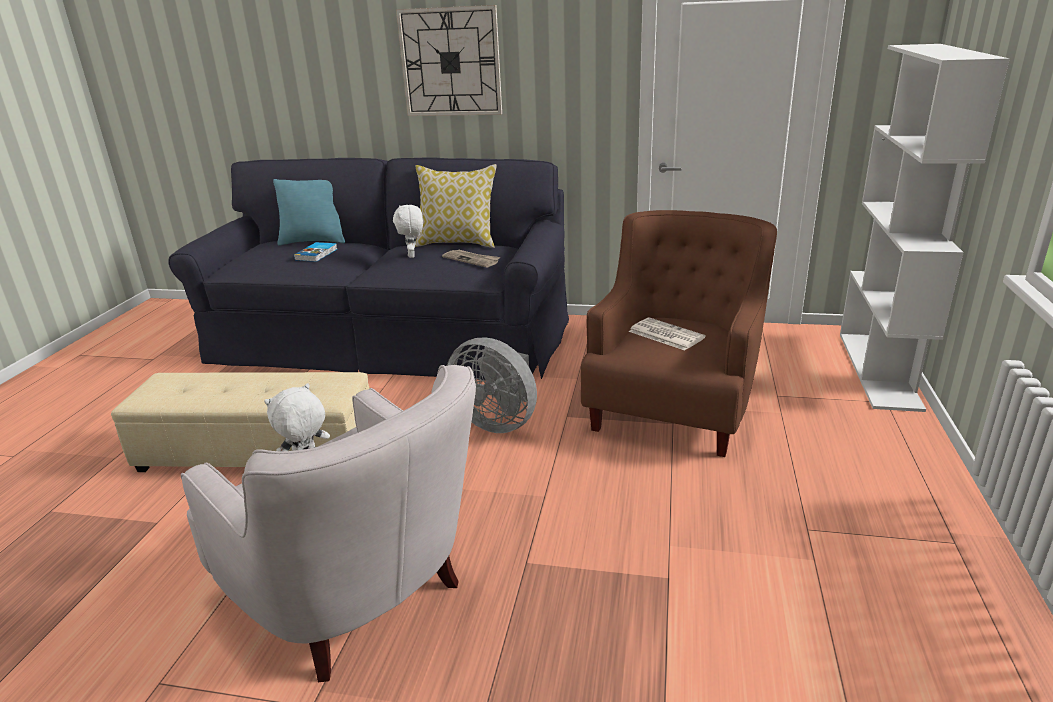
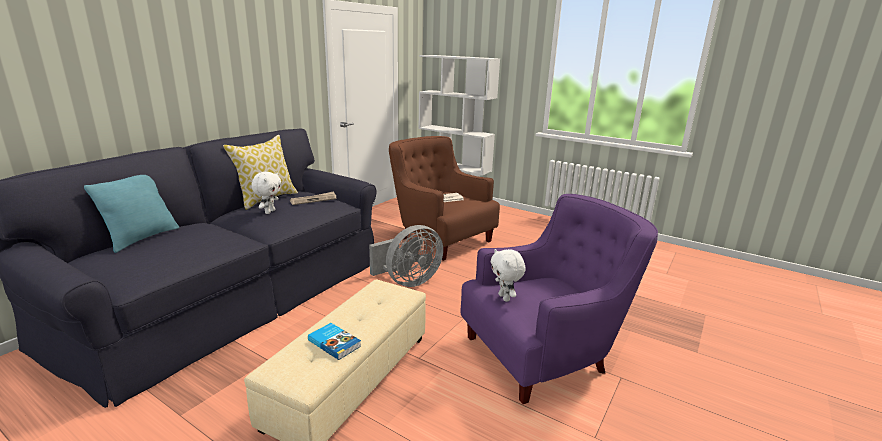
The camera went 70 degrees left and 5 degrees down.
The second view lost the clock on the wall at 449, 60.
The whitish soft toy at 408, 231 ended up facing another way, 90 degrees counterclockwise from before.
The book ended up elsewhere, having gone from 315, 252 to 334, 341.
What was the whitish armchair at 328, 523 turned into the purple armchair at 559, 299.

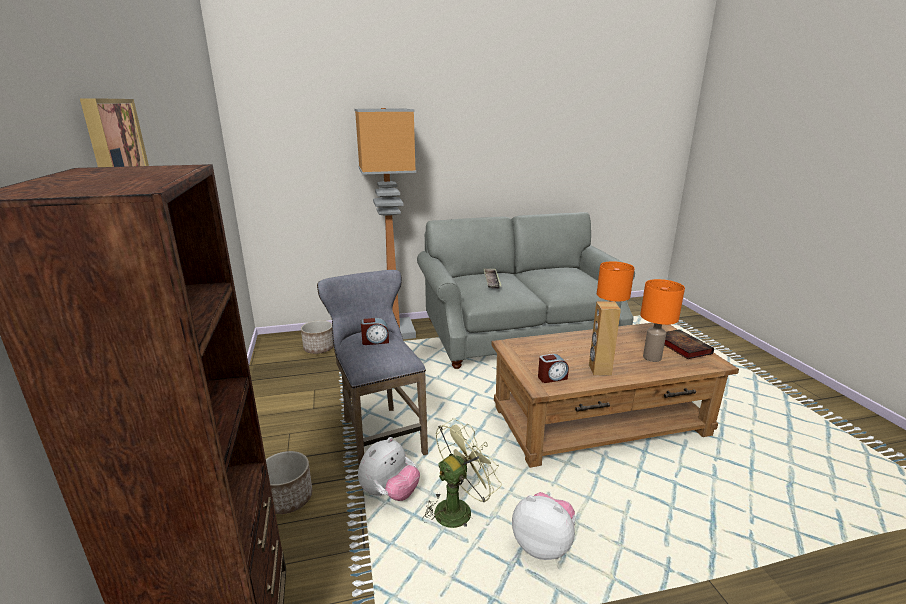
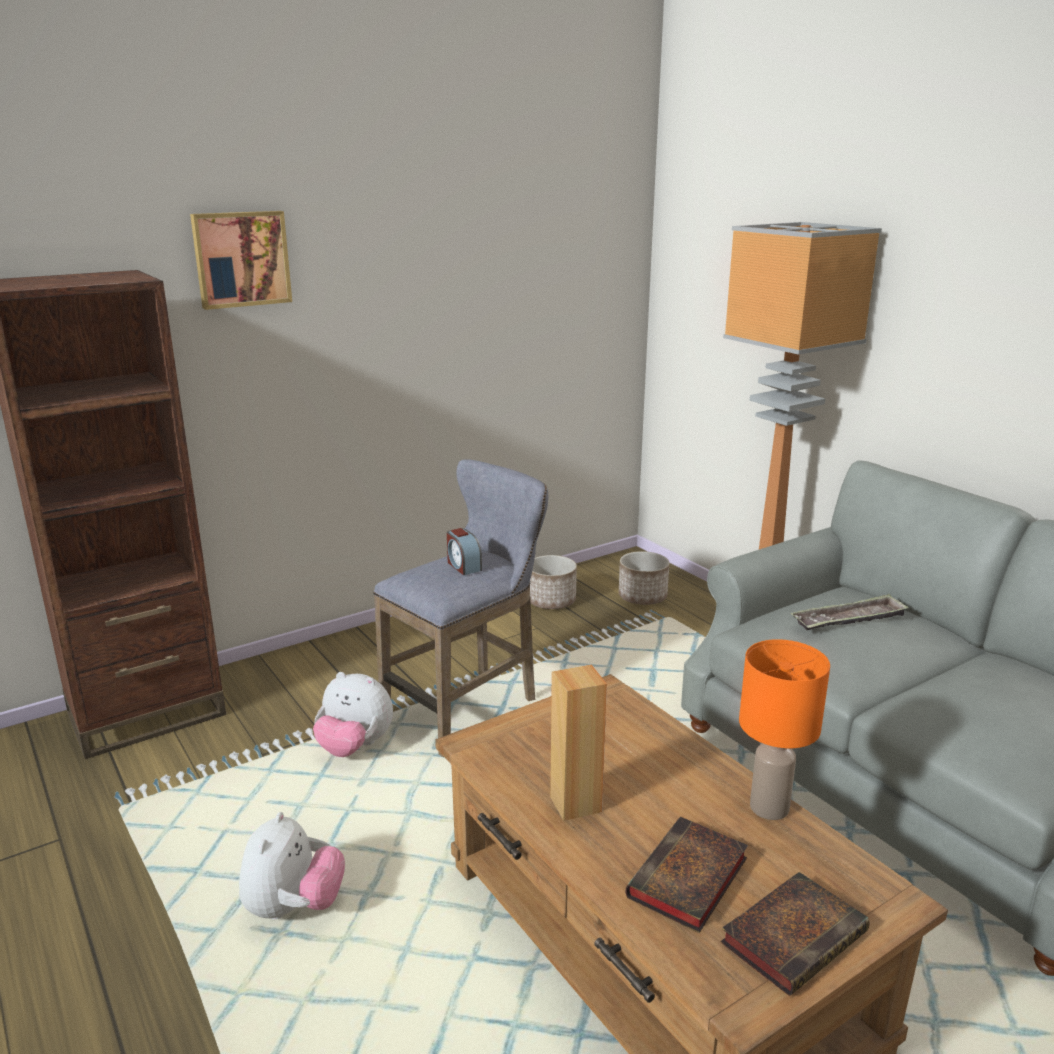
The camera went 70 degrees right and 0 degrees up.
Where the orange-coloured tabletop lamp stood at 662, 320, the book came to stand at 687, 875.
The second view lost the bedside clock at 553, 368.
The second view lost the greenish fan at 462, 473.
The plant pot ended up elsewhere, having gone from 289, 482 to 553, 582.

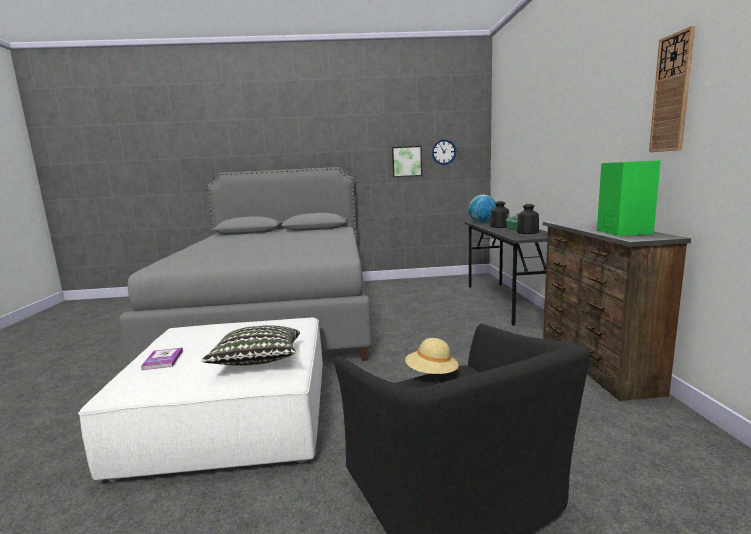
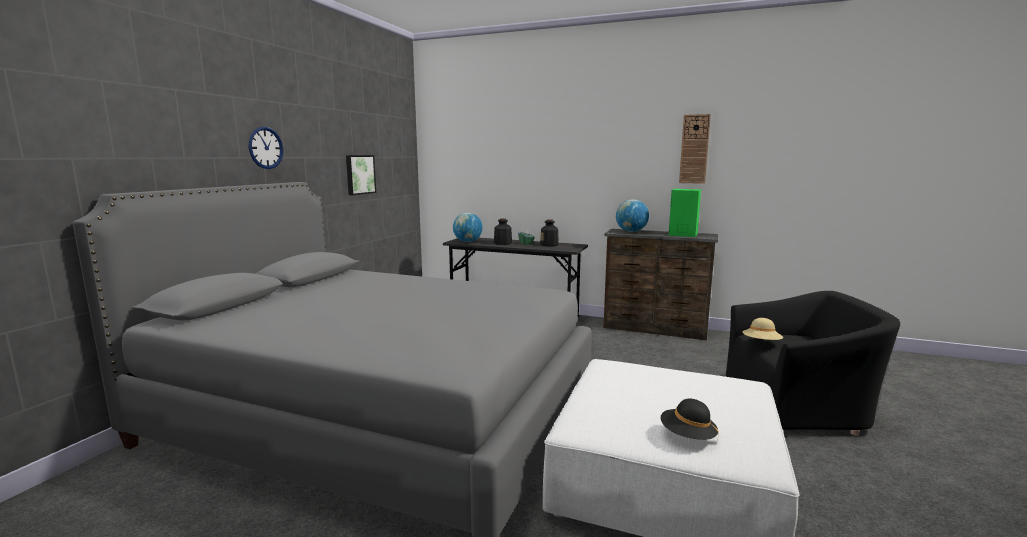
The camera went 65 degrees left and 0 degrees up.
The clock on the wall ended up elsewhere, having gone from 444, 152 to 266, 148.
The second view lost the throw pillow at 250, 345.
Where the book stood at 161, 359, the black-coloured wearable hat came to stand at 690, 419.
The second view gained the globe at 632, 215.

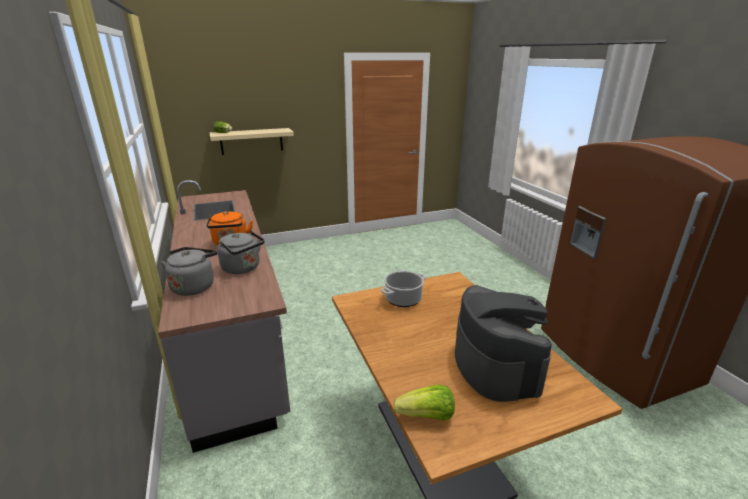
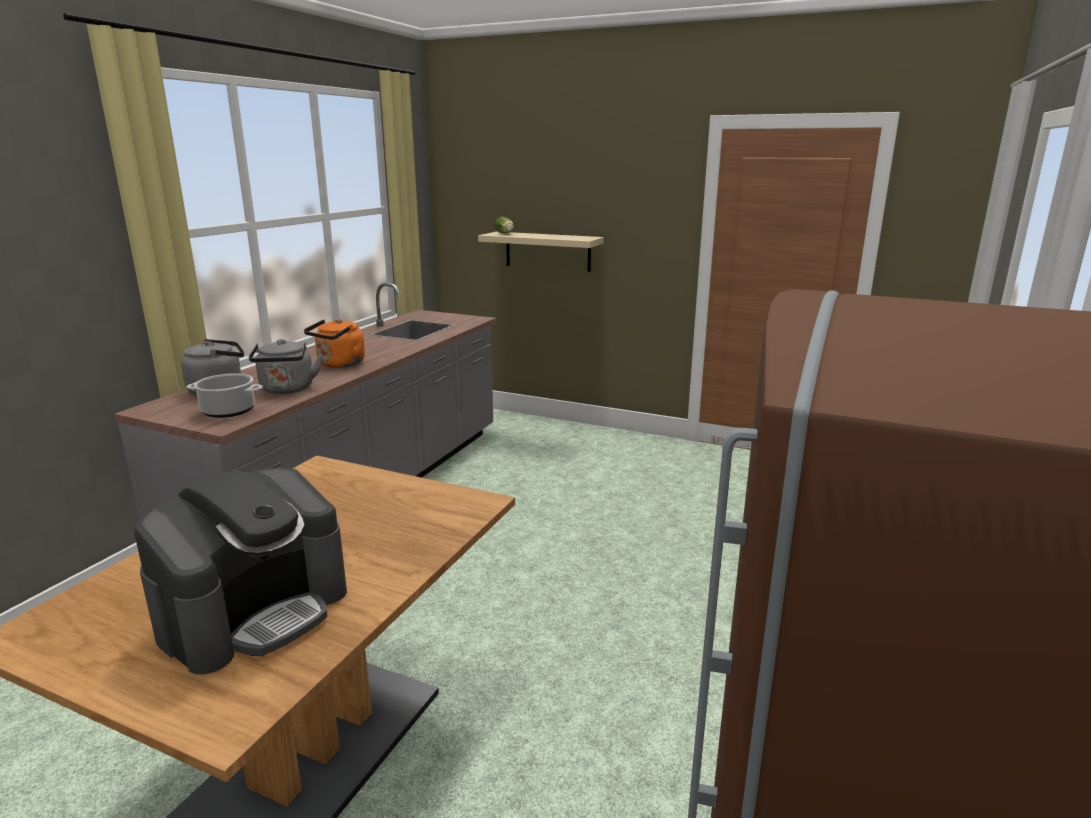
The camera went 45 degrees right and 5 degrees down.
The cooking pot ended up elsewhere, having gone from 403, 289 to 224, 395.
The second view lost the head of lettuce at 424, 402.

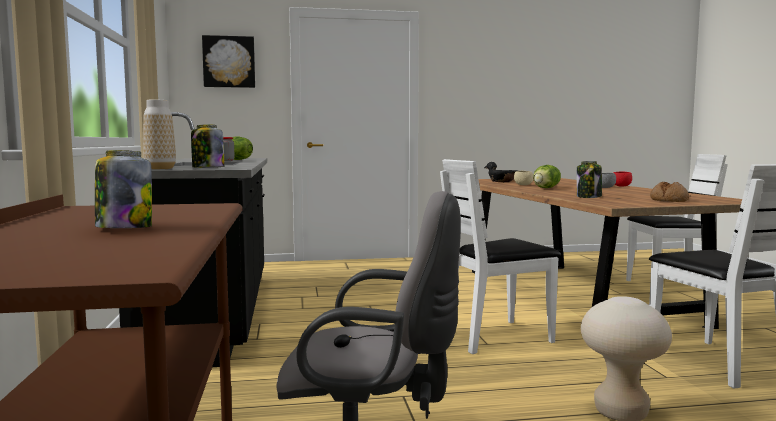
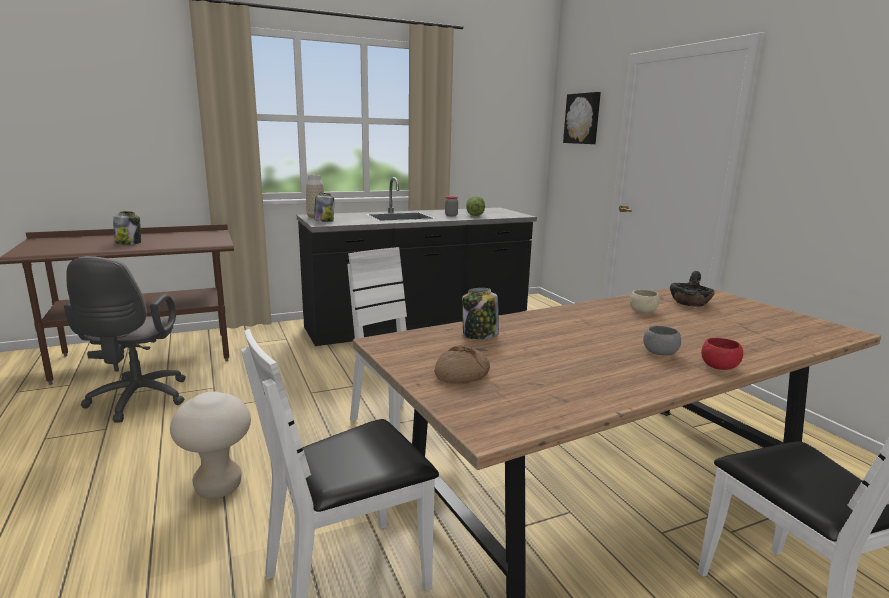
The camera went 75 degrees right and 10 degrees up.
The second view lost the head of lettuce at 547, 176.

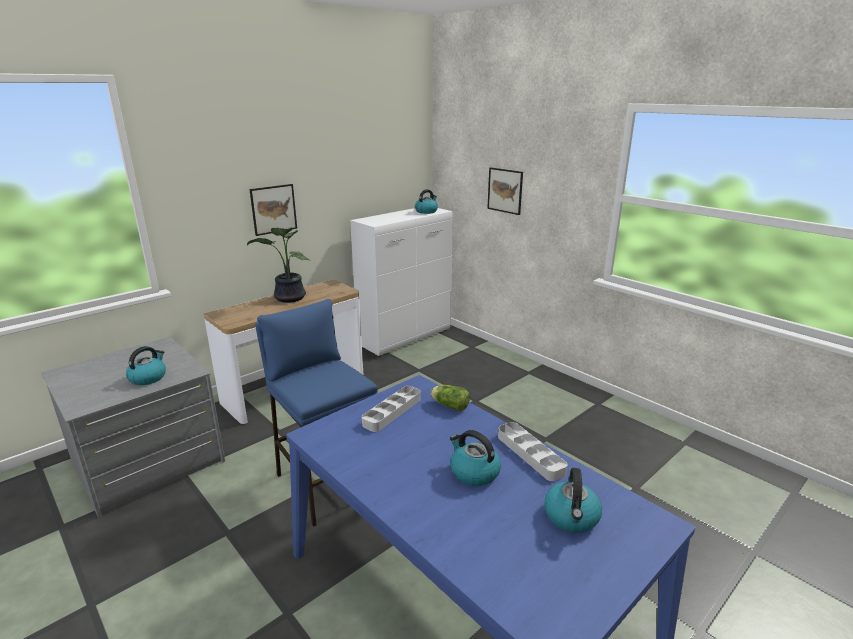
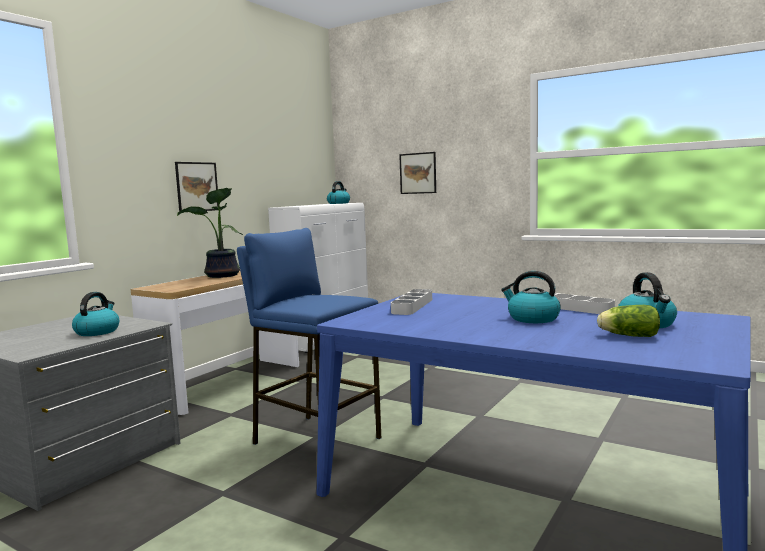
The camera went 15 degrees left and 15 degrees down.
The head of lettuce ended up elsewhere, having gone from 450, 398 to 628, 321.

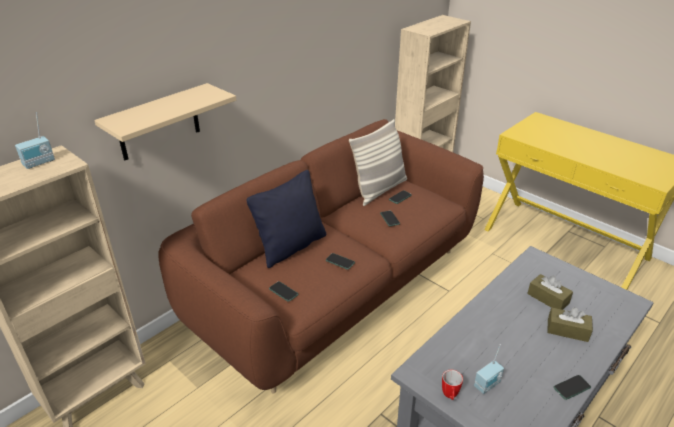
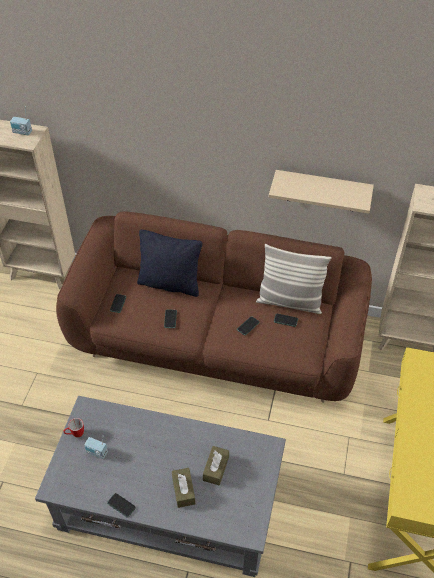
The camera went 60 degrees right and 15 degrees up.
The beige wall shelf ended up elsewhere, having gone from 165, 121 to 321, 192.

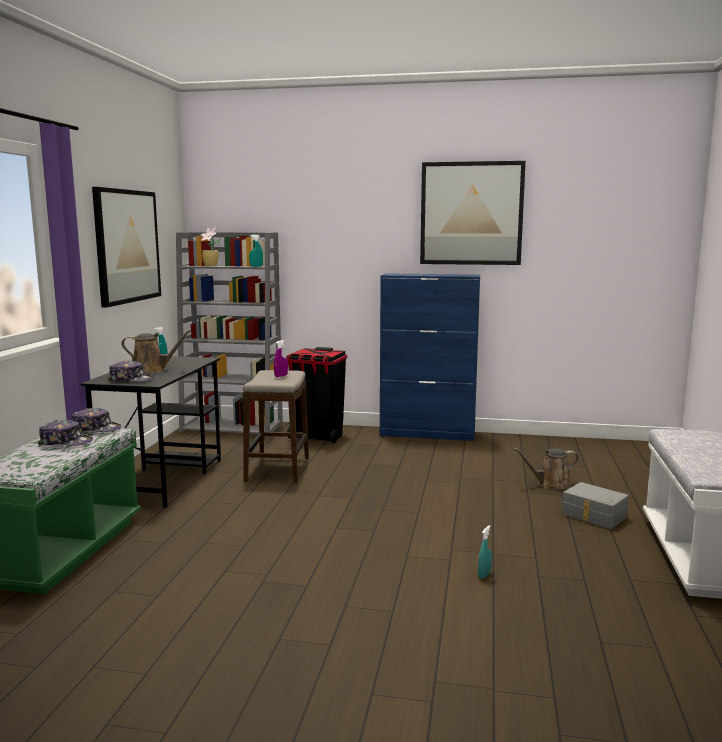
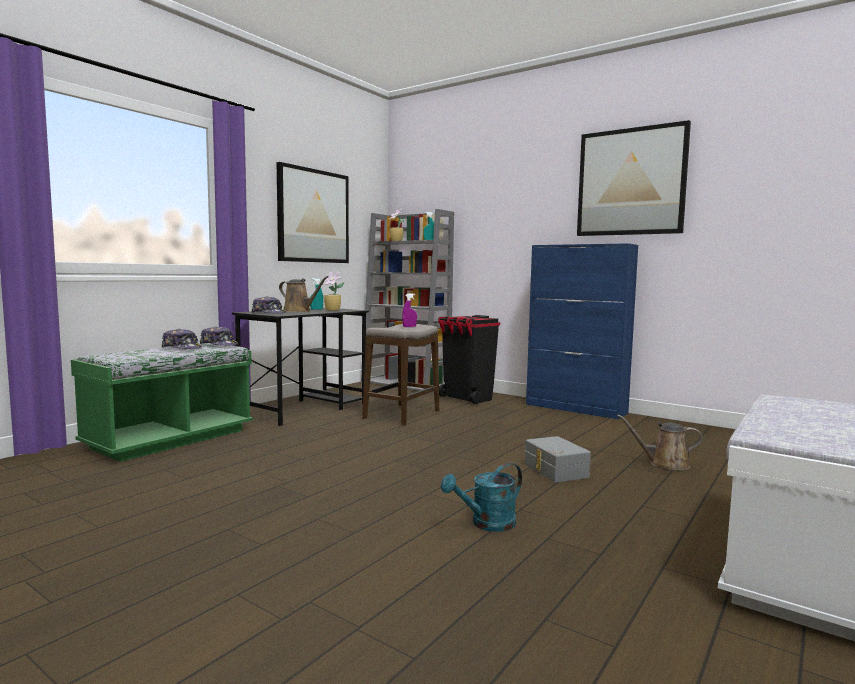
The camera went 25 degrees right and 5 degrees down.
The gray storage bin ended up elsewhere, having gone from 595, 505 to 558, 459.
Where the turquoise sprayer stood at 485, 552, the turquoise watering can came to stand at 481, 497.
The second view gained the plant in a pot at 334, 291.

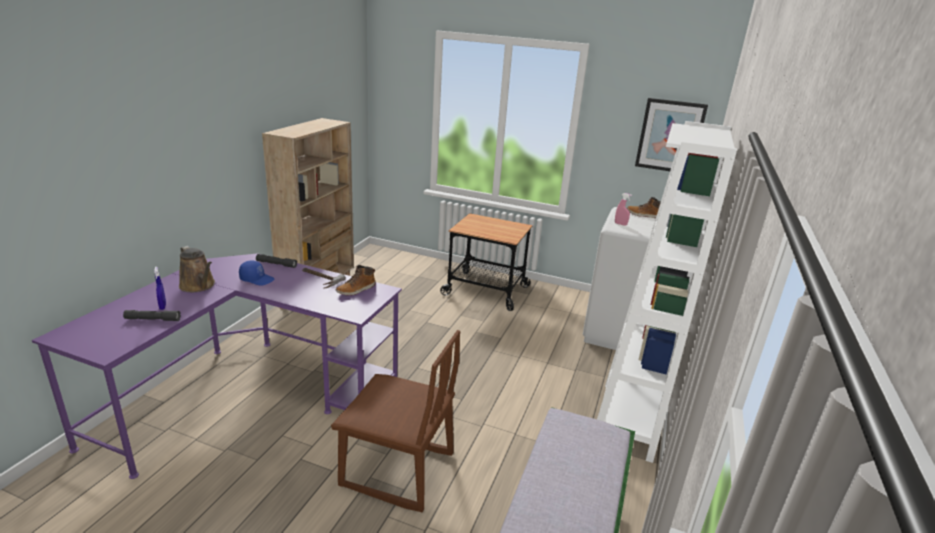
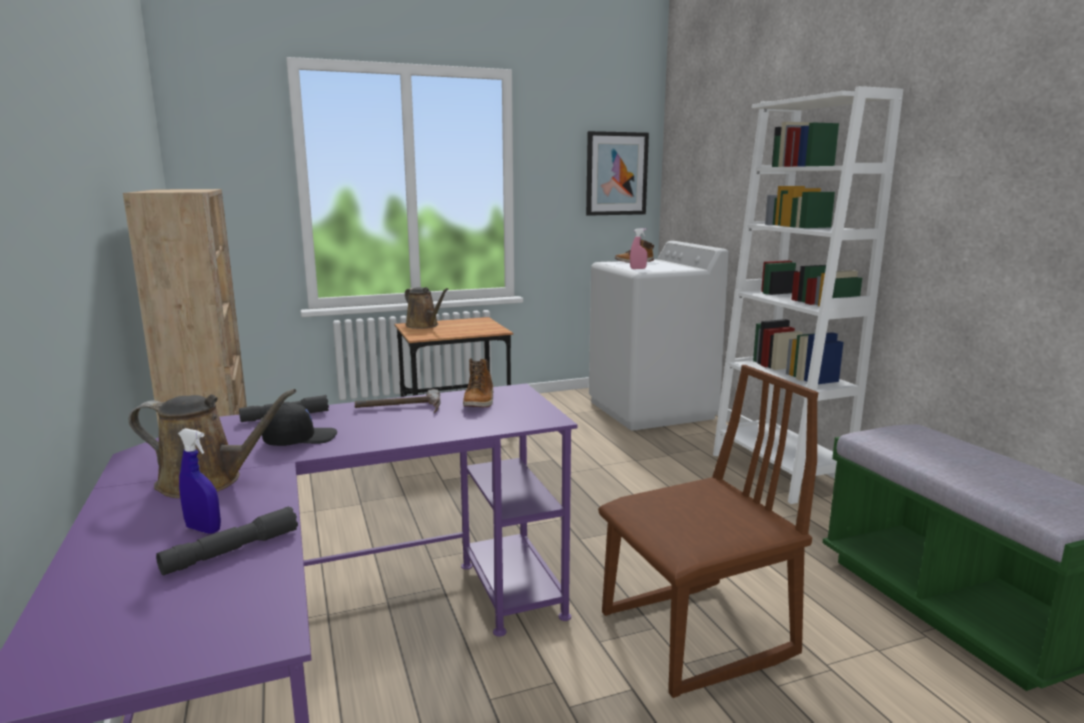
The camera went 40 degrees left and 10 degrees down.
What was the bluish cap at 256, 273 turned into the black-coloured cap at 299, 424.
The second view gained the brownish watering can at 427, 308.

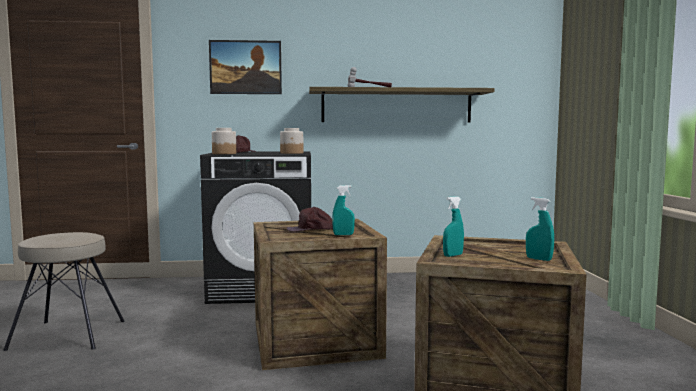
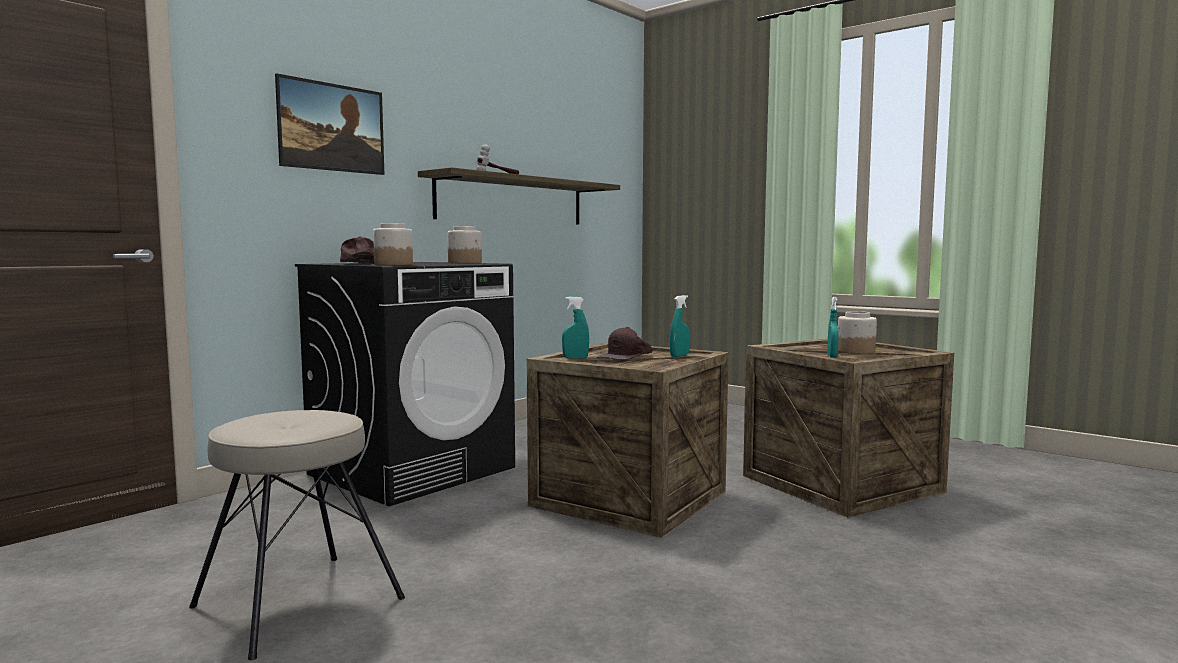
The camera went 45 degrees left and 0 degrees up.
The turquoise sprayer ended up elsewhere, having gone from 540, 229 to 575, 327.
The second view gained the storage jar at 857, 332.

